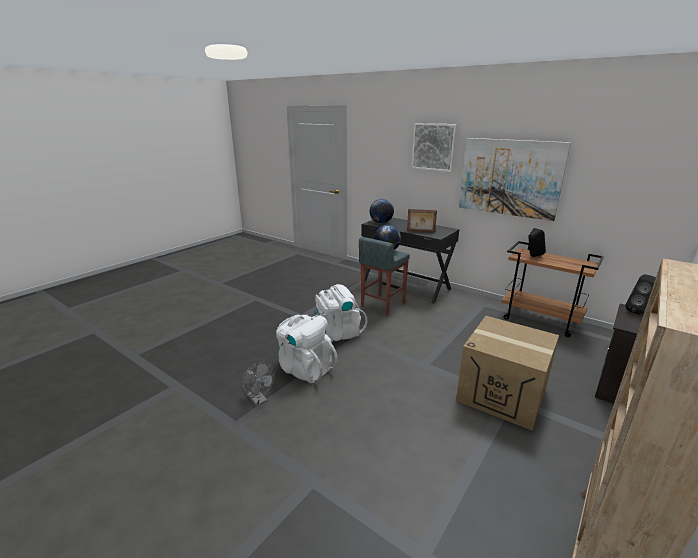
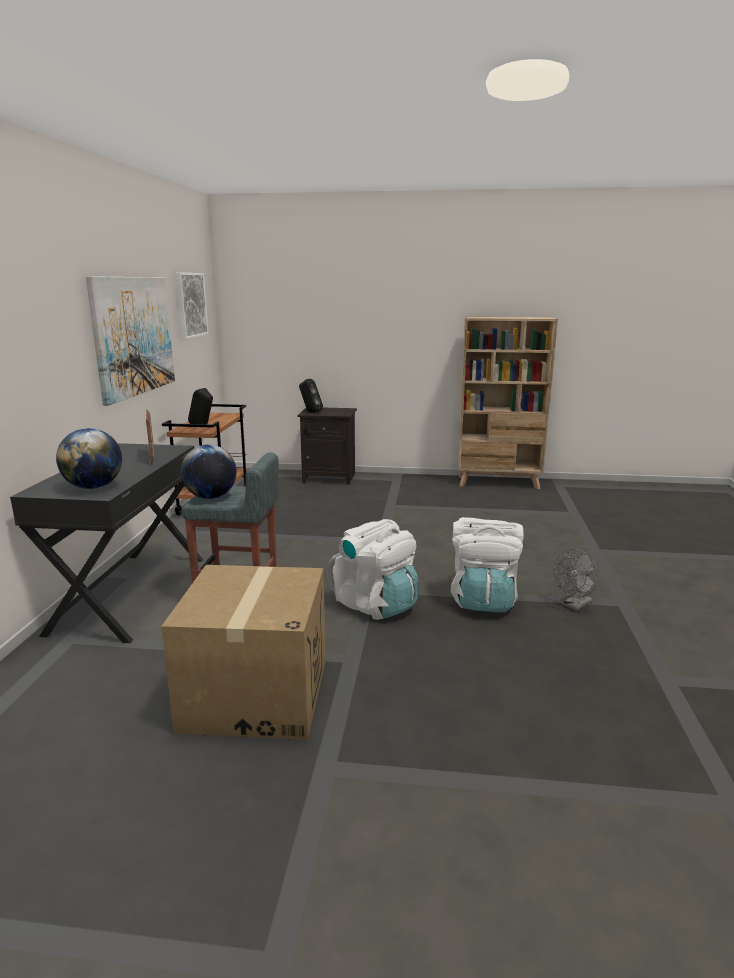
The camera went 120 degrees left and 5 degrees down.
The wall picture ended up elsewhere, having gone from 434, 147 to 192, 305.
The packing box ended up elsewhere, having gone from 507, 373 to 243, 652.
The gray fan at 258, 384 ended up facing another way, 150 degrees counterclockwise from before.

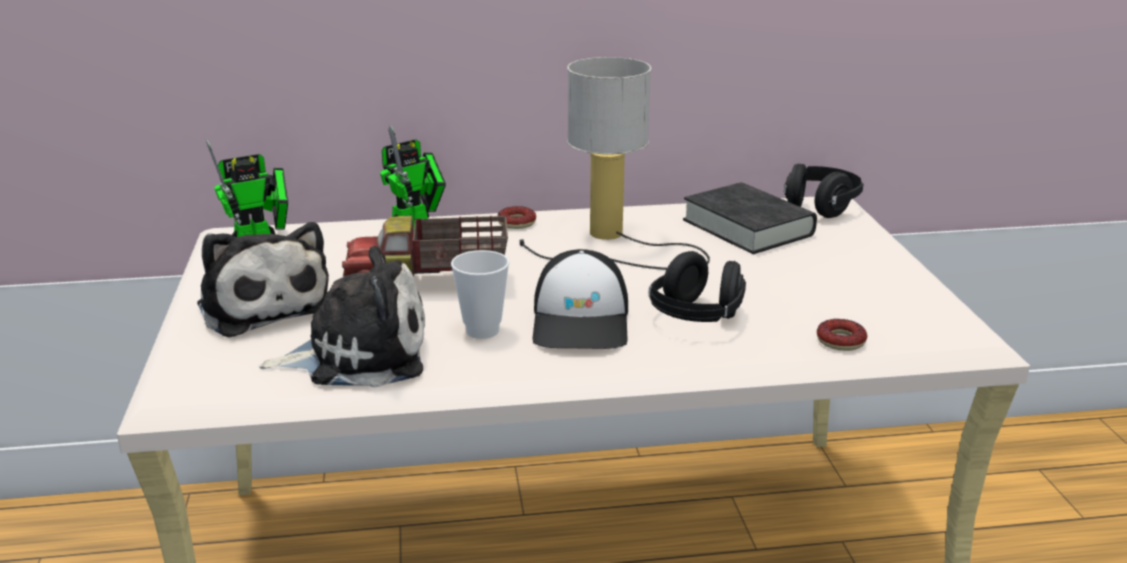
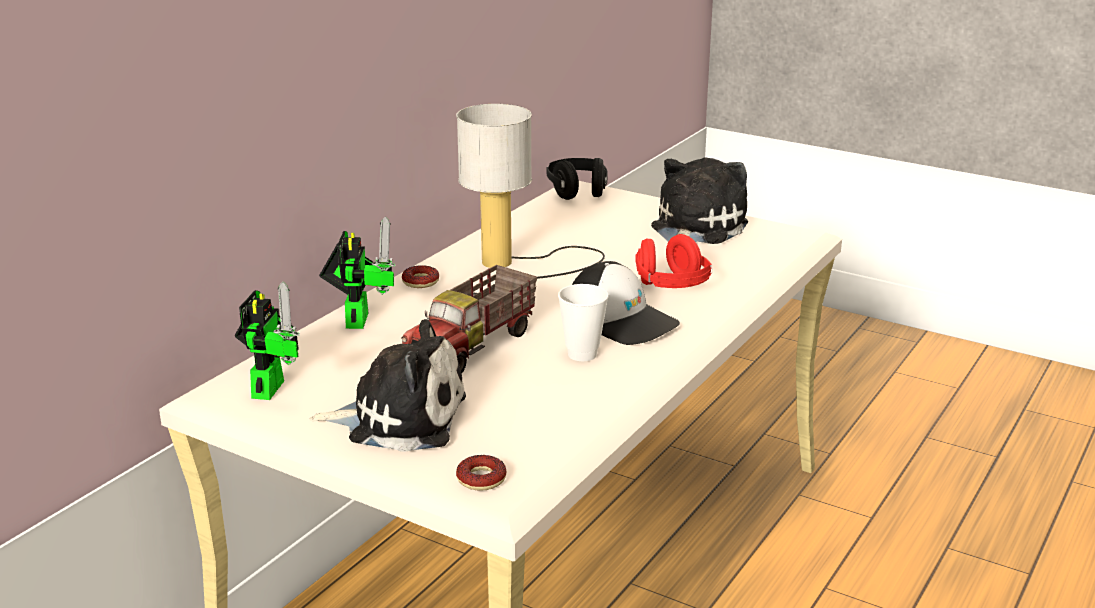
The camera went 50 degrees left and 0 degrees up.
The second view lost the black-coloured book at 750, 218.
The soft toy ended up elsewhere, having gone from 342, 317 to 699, 200.
What was the black-coloured headset at 697, 286 turned into the reddish headset at 674, 261.
The ring doughnut ended up elsewhere, having gone from 842, 335 to 481, 473.

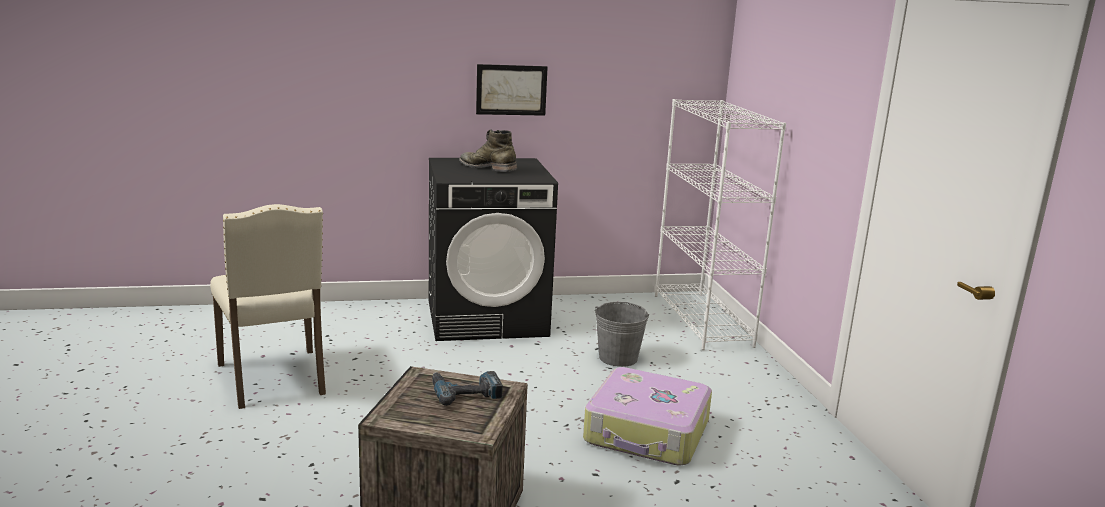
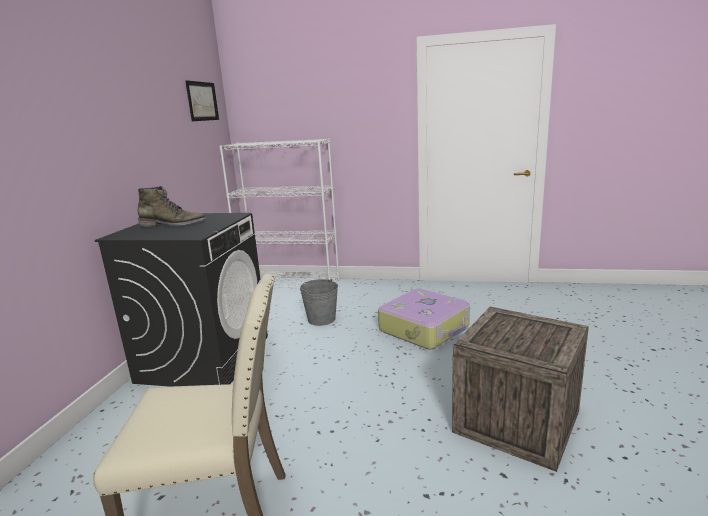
The camera went 65 degrees left and 0 degrees up.
The wall picture ended up elsewhere, having gone from 512, 90 to 202, 100.
The greenish boot at 488, 150 ended up facing another way, 150 degrees counterclockwise from before.
The second view lost the electric drill at 467, 388.

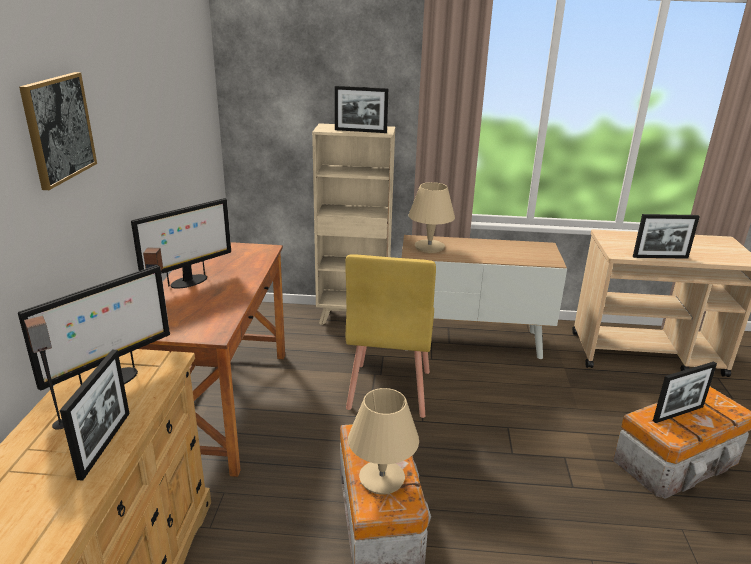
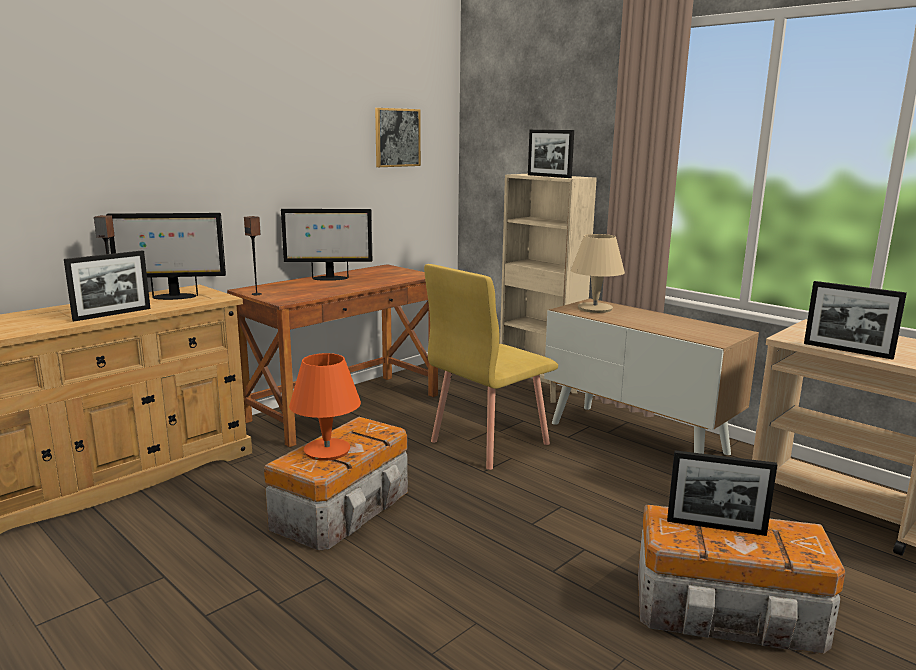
The camera went 40 degrees right and 10 degrees down.
The wall picture ended up elsewhere, having gone from 58, 131 to 398, 137.
What was the beige tabletop lamp at 383, 441 turned into the orange-coloured tabletop lamp at 325, 407.

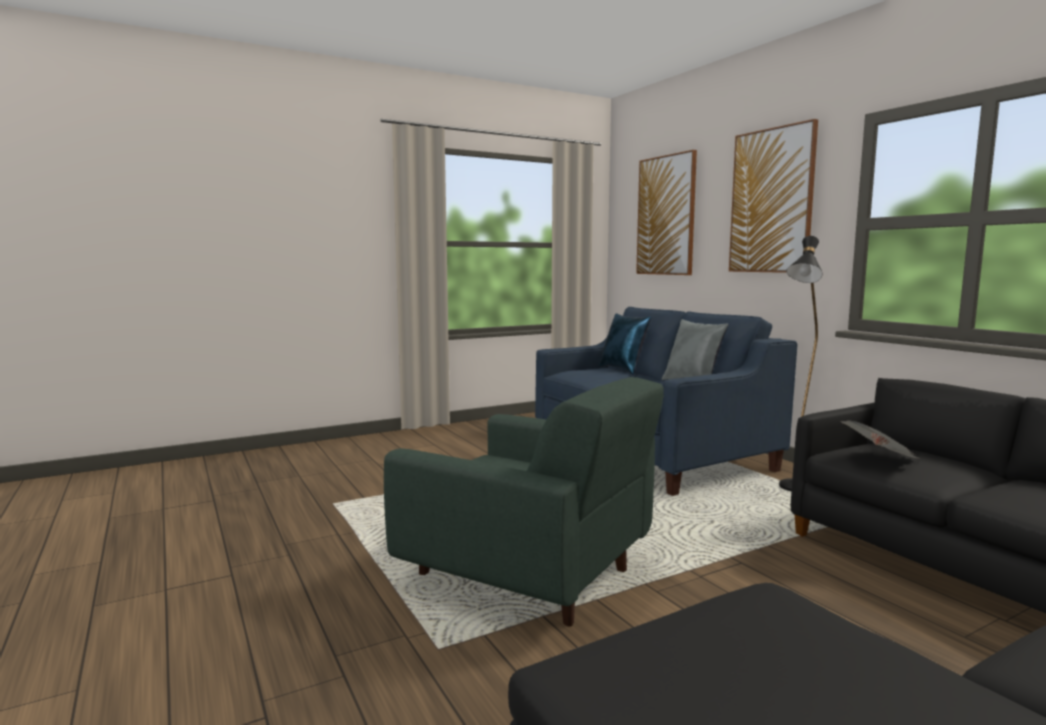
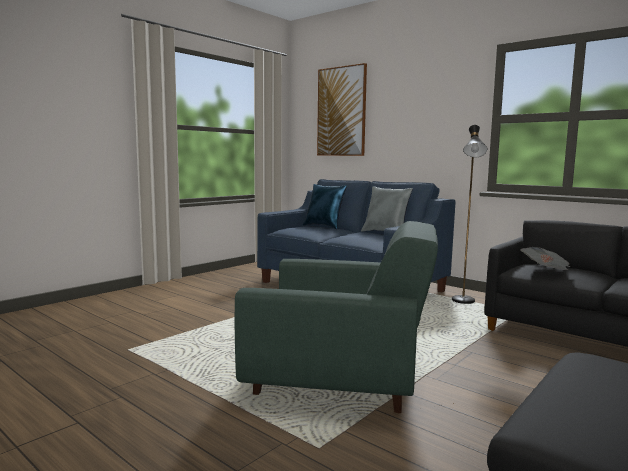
The camera went 20 degrees left and 0 degrees up.
The second view lost the wall picture at 773, 196.

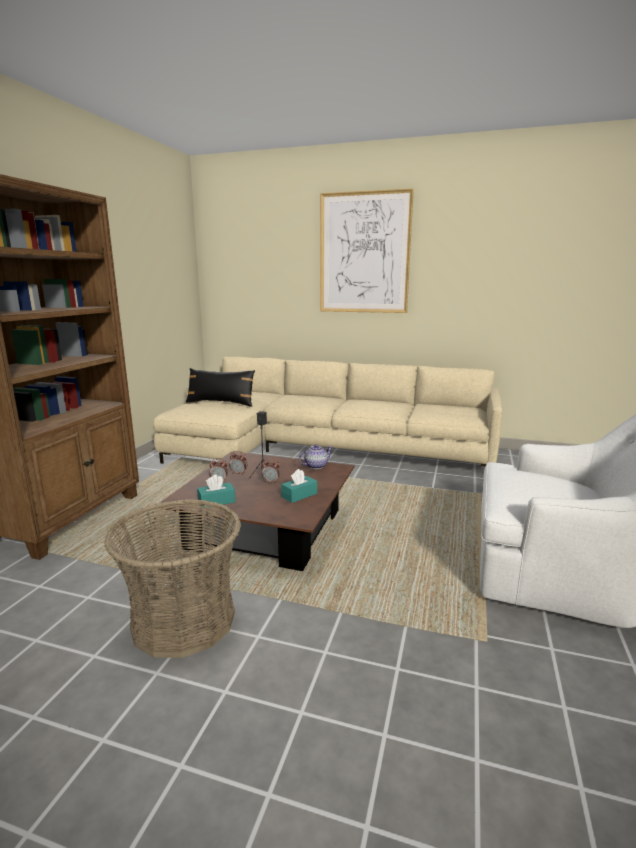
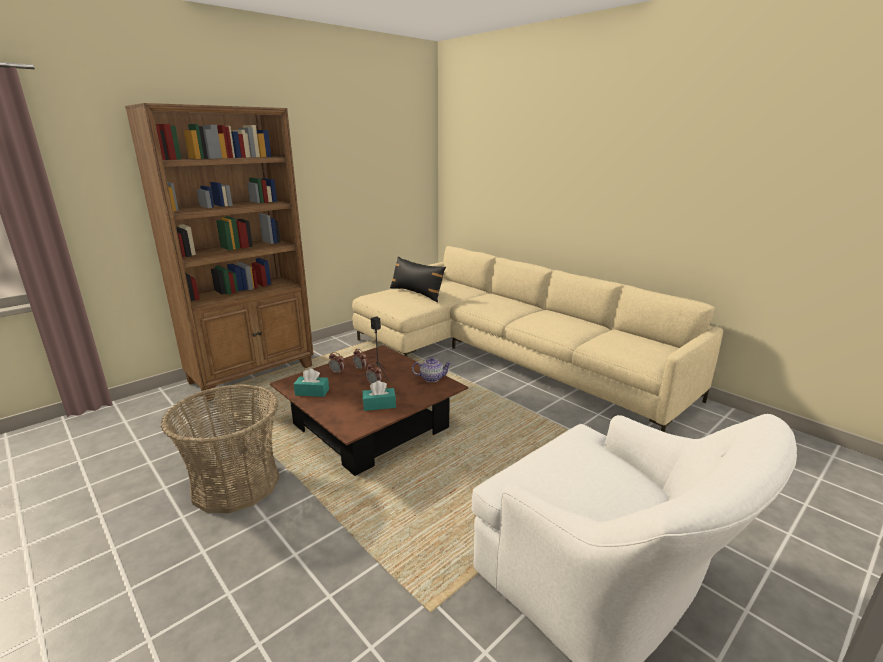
The camera went 30 degrees right and 5 degrees up.
The second view lost the wall picture at 367, 250.

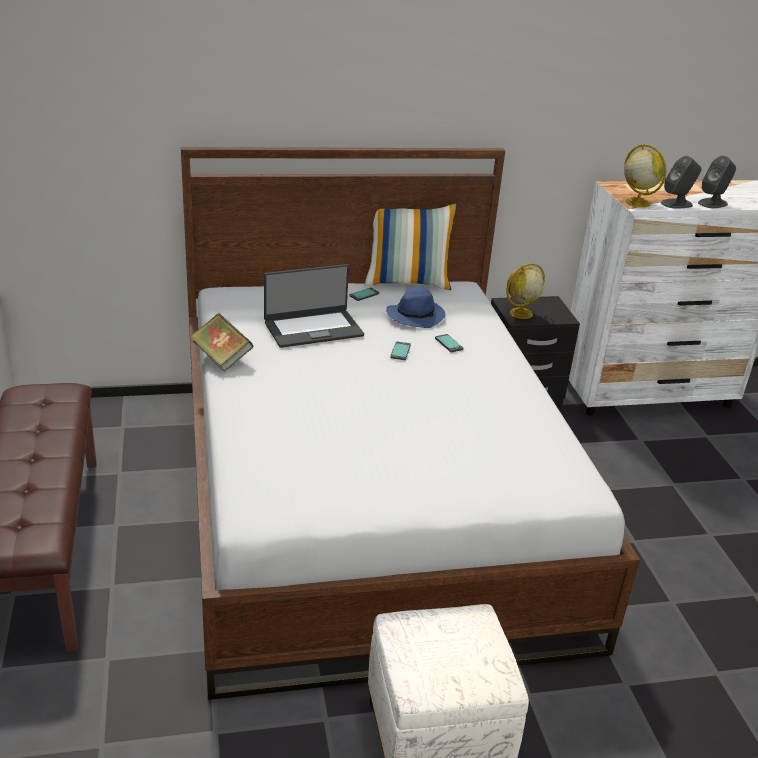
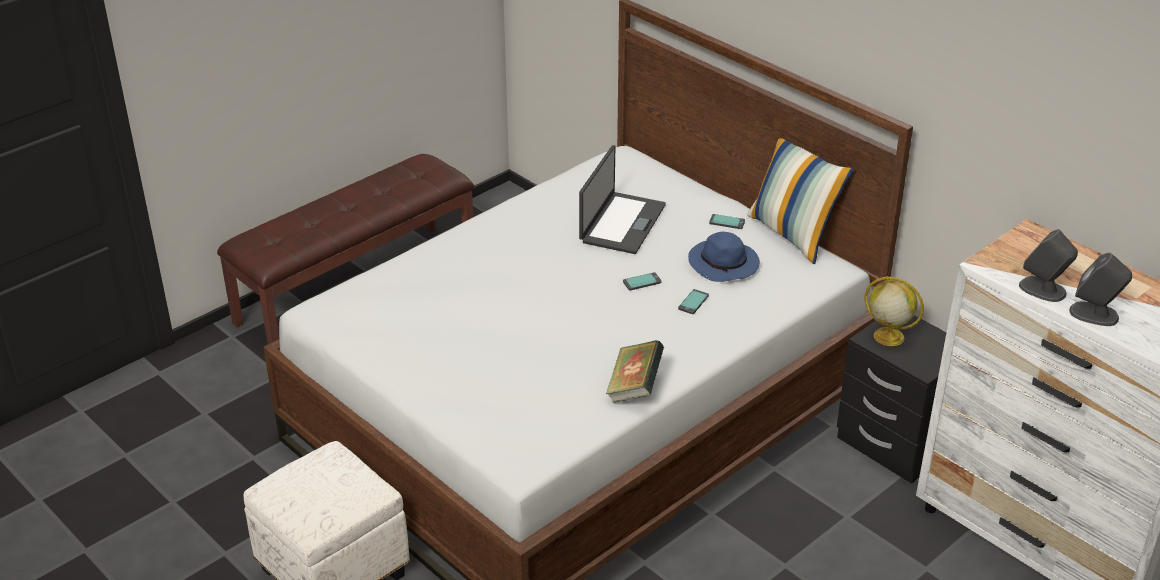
The camera went 60 degrees right and 5 degrees up.
The second view lost the globe at 645, 176.
The notebook computer at 314, 306 ended up facing another way, 105 degrees counterclockwise from before.
The book ended up elsewhere, having gone from 222, 342 to 635, 371.

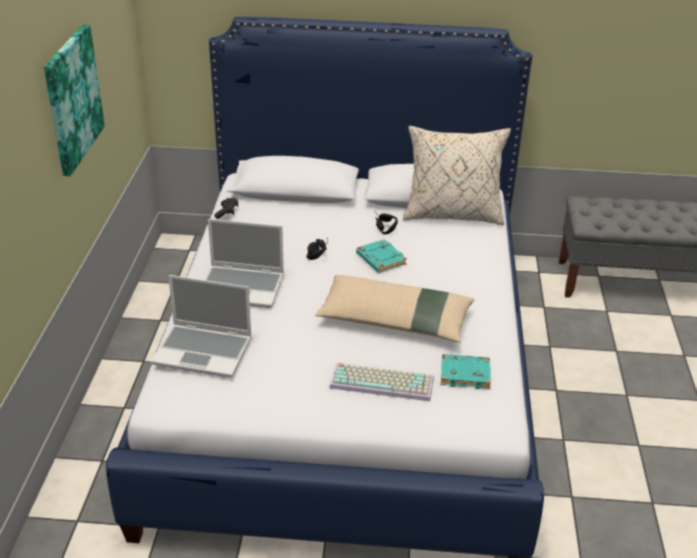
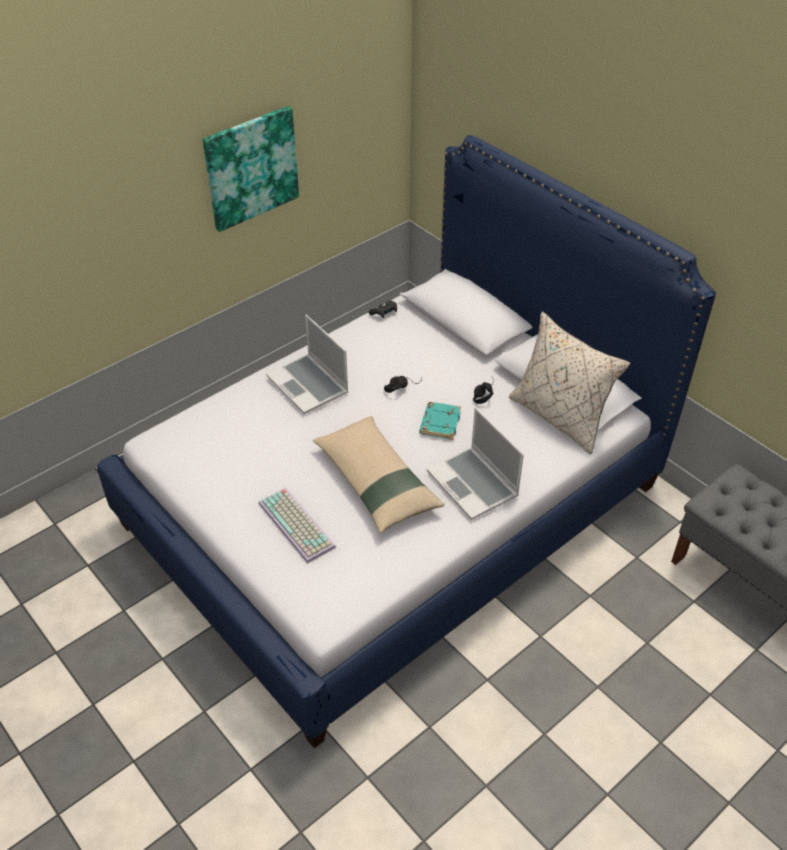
The camera went 45 degrees right and 10 degrees up.
The notebook computer ended up elsewhere, having gone from 201, 326 to 475, 463.
The second view lost the turquoise book at 466, 371.

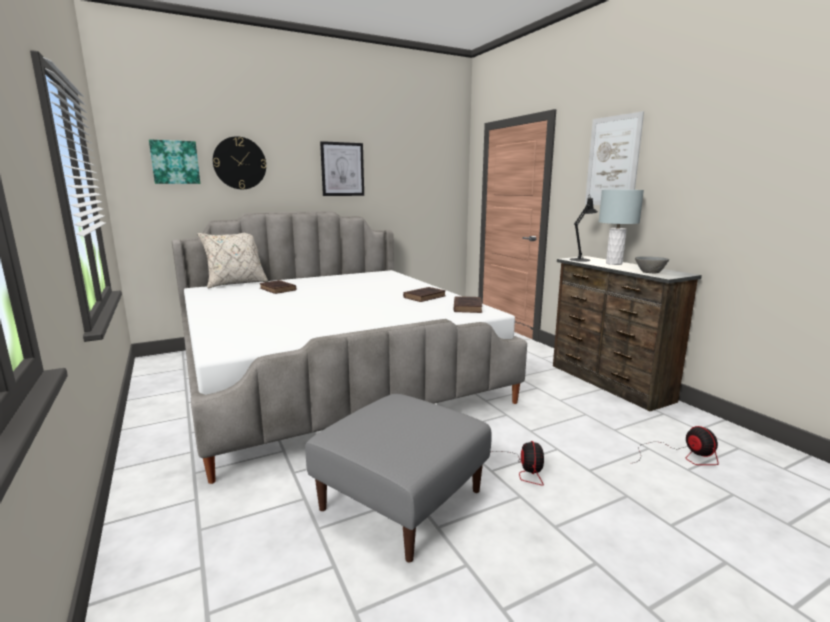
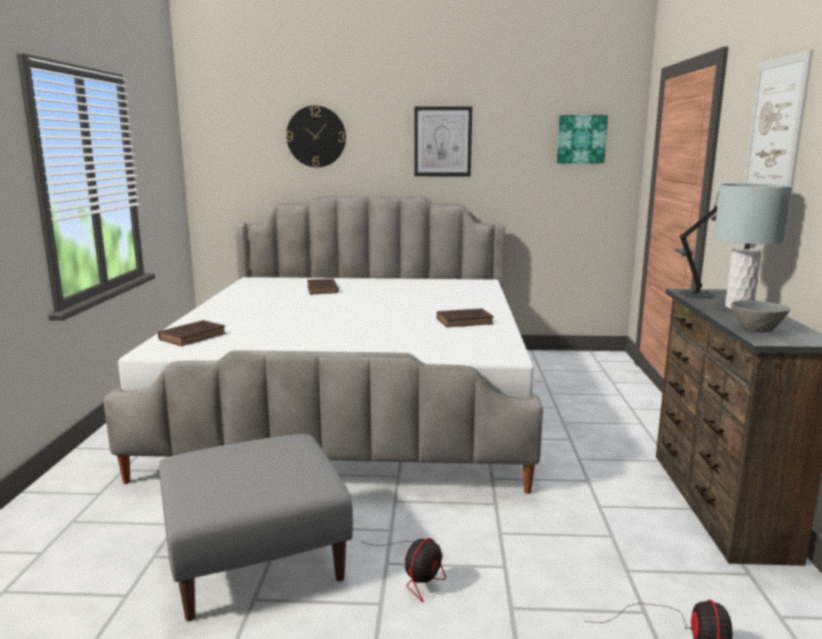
The camera went 30 degrees right and 0 degrees up.
The wall picture ended up elsewhere, having gone from 174, 161 to 582, 139.
The second view lost the beige throw pillow at 232, 260.
The brownish book ended up elsewhere, having gone from 468, 304 to 192, 333.

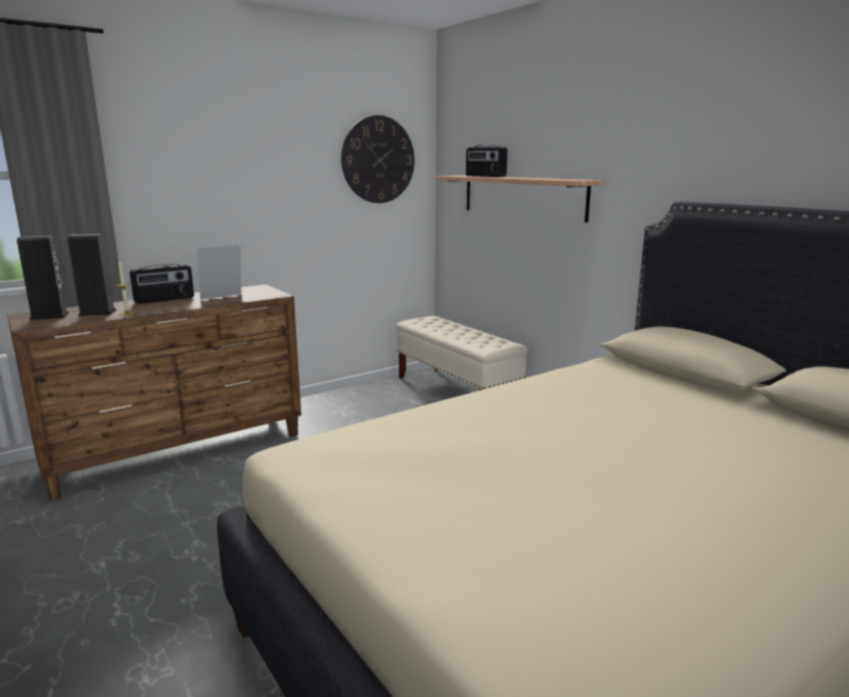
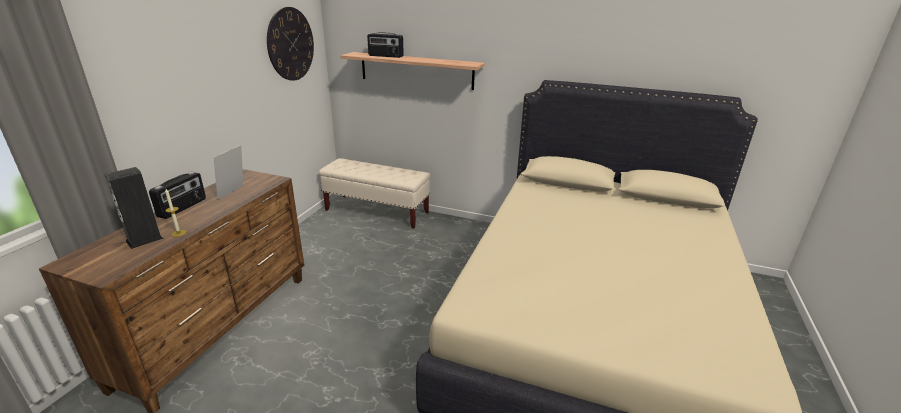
The camera went 35 degrees left and 10 degrees up.
The second view lost the audio speaker at 43, 277.

